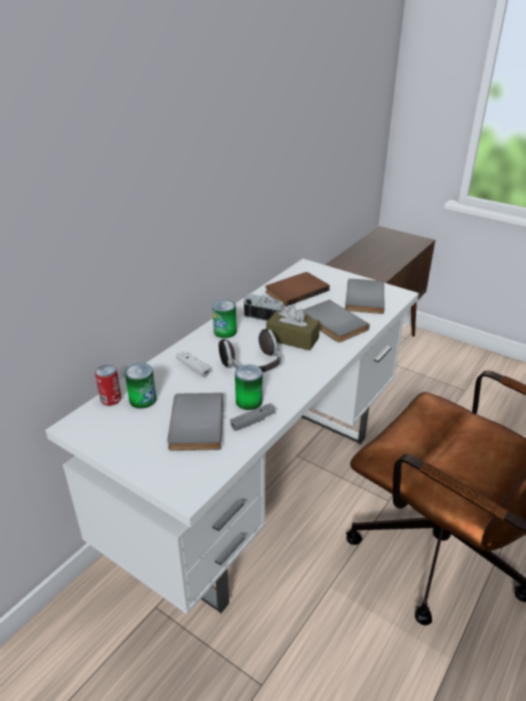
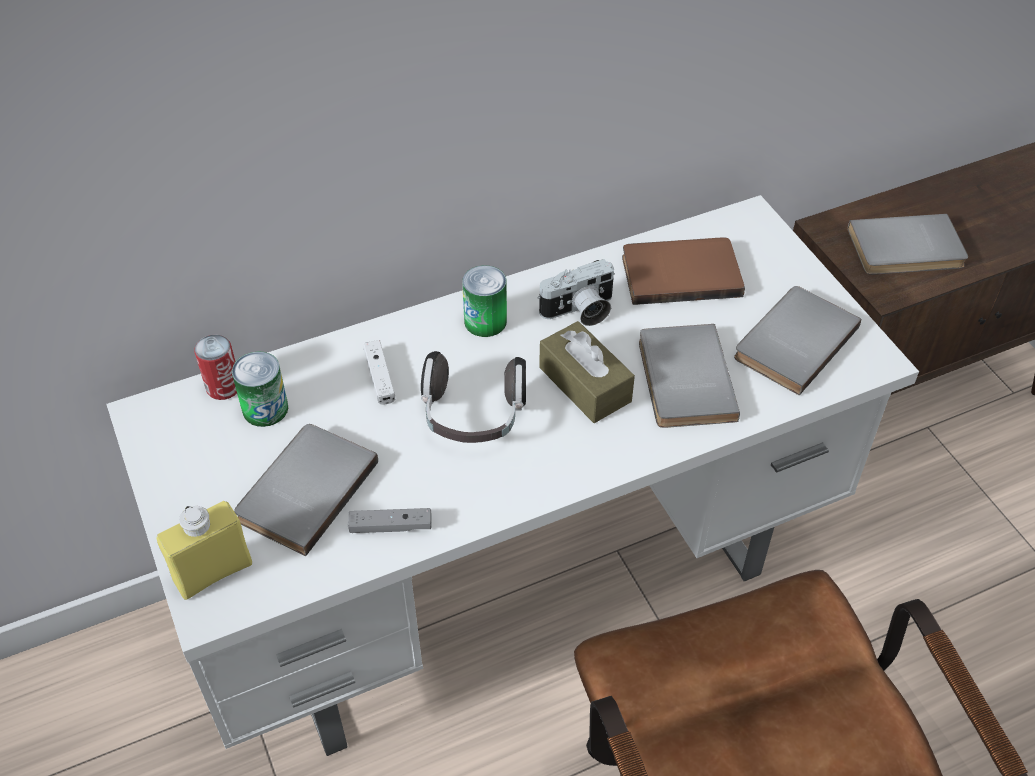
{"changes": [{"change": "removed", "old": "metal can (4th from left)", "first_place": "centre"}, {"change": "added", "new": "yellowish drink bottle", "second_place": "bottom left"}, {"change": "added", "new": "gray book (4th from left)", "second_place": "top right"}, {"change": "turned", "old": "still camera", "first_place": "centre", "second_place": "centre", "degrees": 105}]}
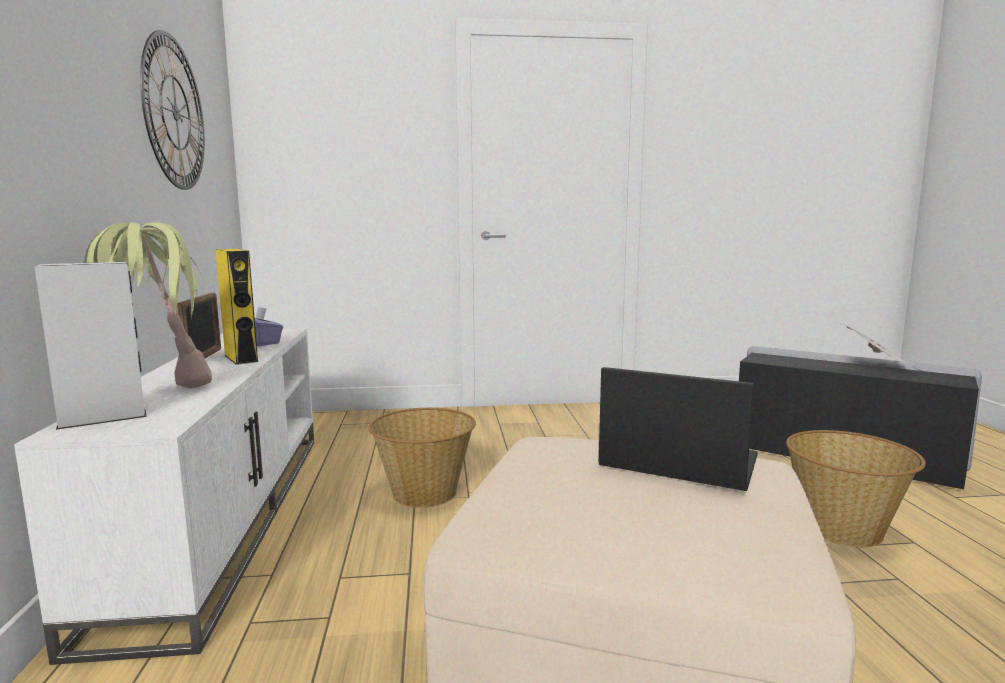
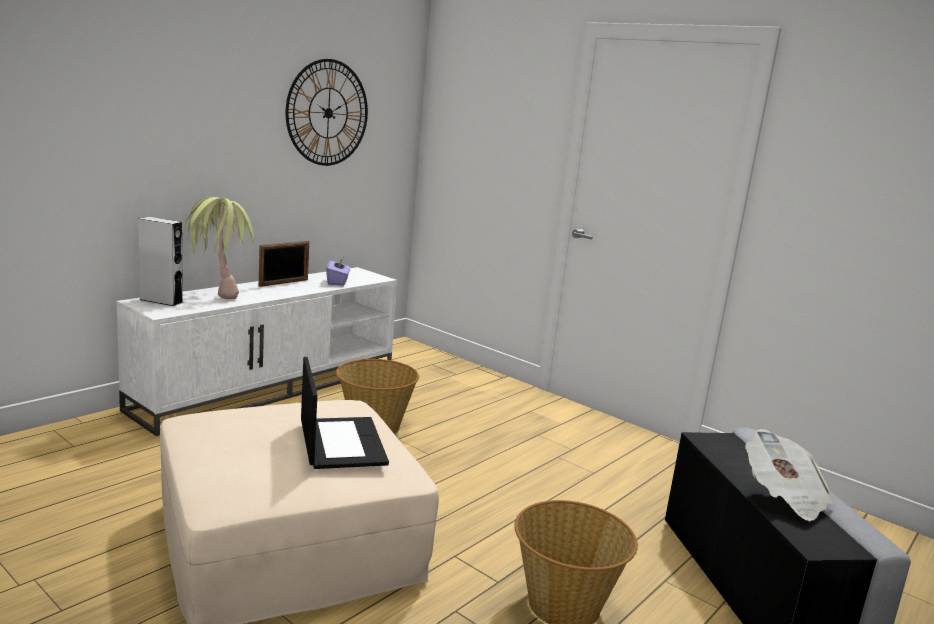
{"changes": [{"change": "removed", "old": "yellowish loudspeaker", "first_place": "middle left"}]}
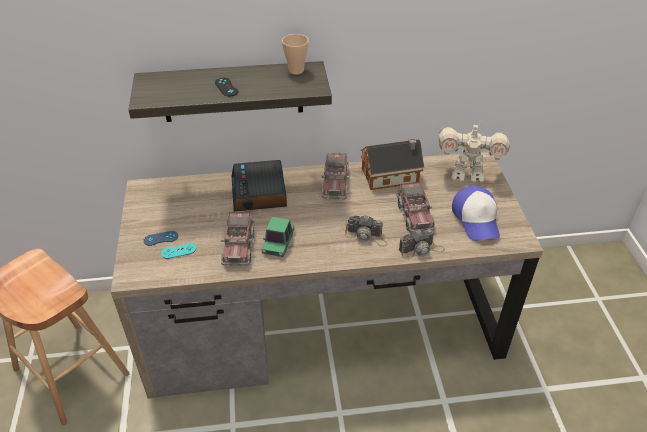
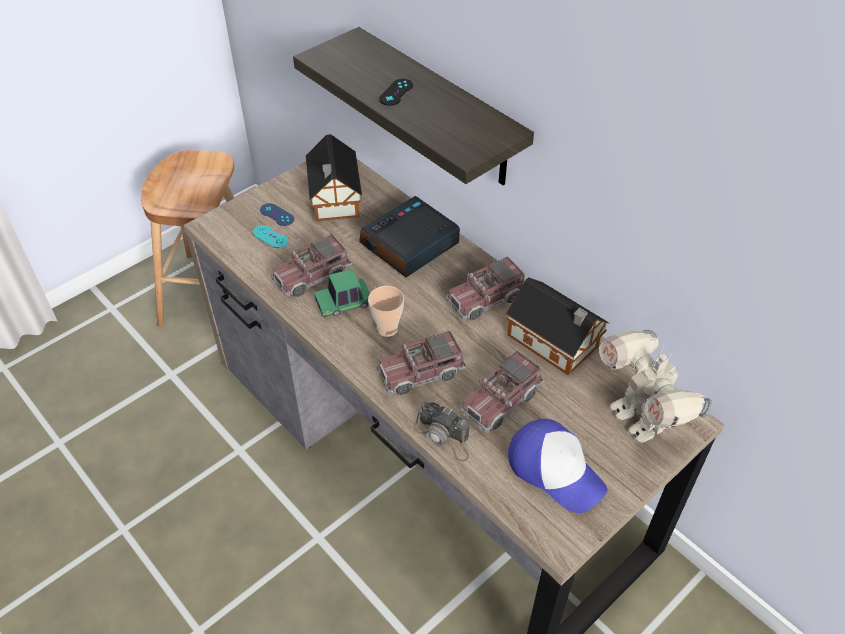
{"changes": [{"change": "added", "new": "toy house (1st from left)", "second_place": "top centre"}, {"change": "moved", "old": "drinking cup", "first_place": "top centre", "second_place": "centre"}, {"change": "replaced", "old": "still camera (1st from left)", "new": "toy truck (2nd from left)", "first_place": "centre", "second_place": "centre"}, {"change": "turned", "old": "peaked cap", "first_place": "middle right", "second_place": "bottom centre", "degrees": -90}]}
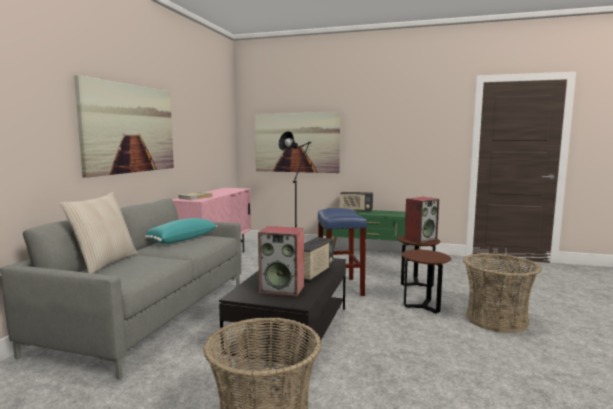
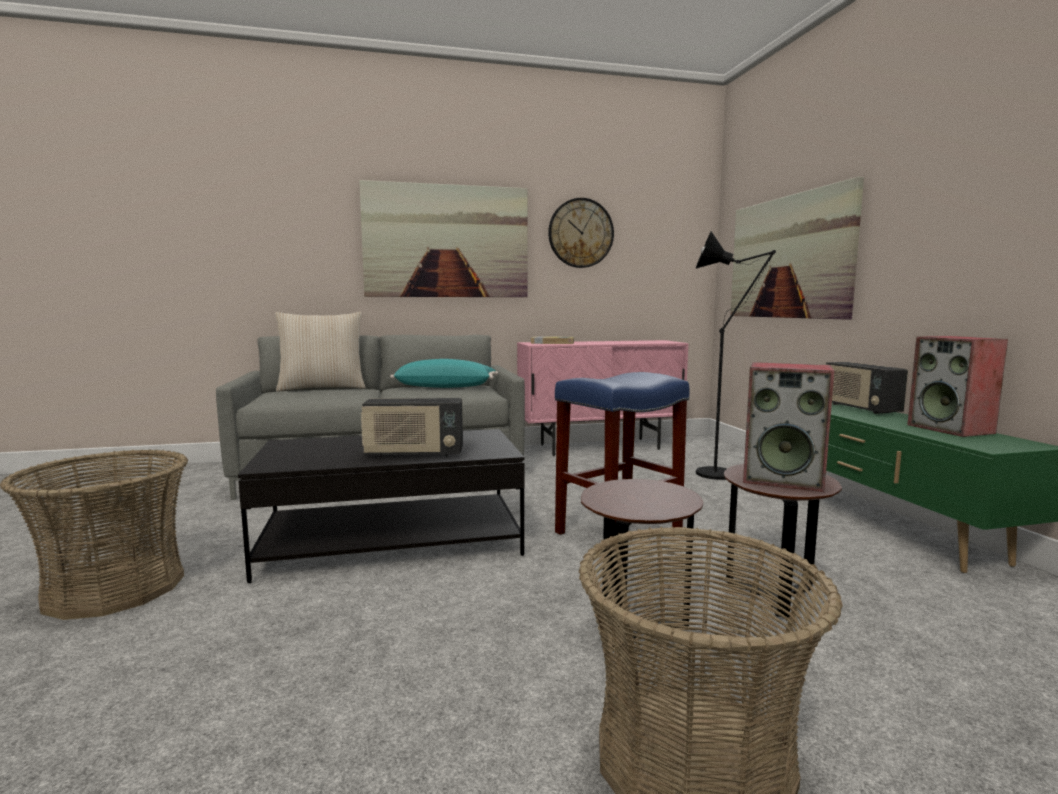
{"changes": [{"change": "added", "new": "hanging clock", "second_place": "top centre"}, {"change": "moved", "old": "loudspeaker (1st from left in the first image)", "new": "loudspeaker (2nd from left)", "first_place": "centre", "second_place": "middle right"}]}
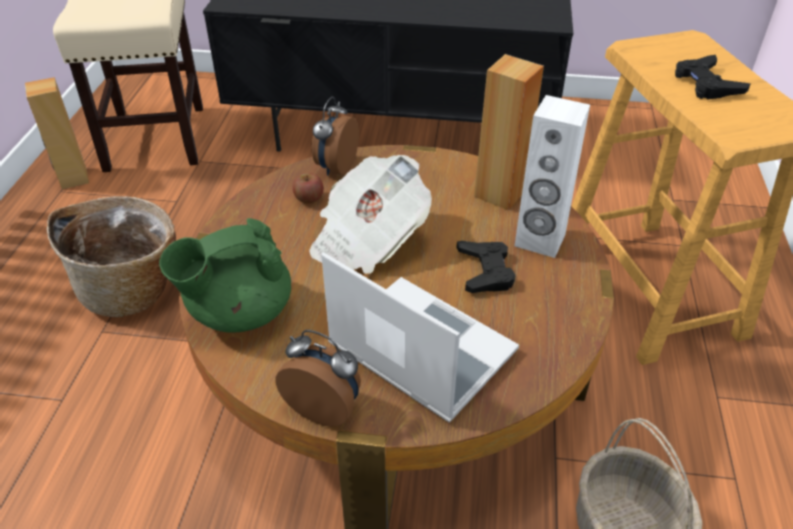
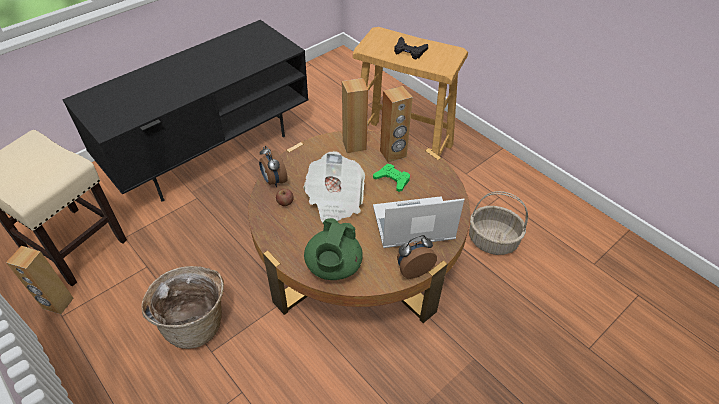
{"changes": [{"change": "recoloured", "old": "black-coloured gamepad (1st from left)", "new": "greenish gamepad", "first_place": "centre", "second_place": "centre"}, {"change": "recoloured", "old": "white loudspeaker", "new": "brown loudspeaker (3rd from left)", "first_place": "top right", "second_place": "top centre"}]}
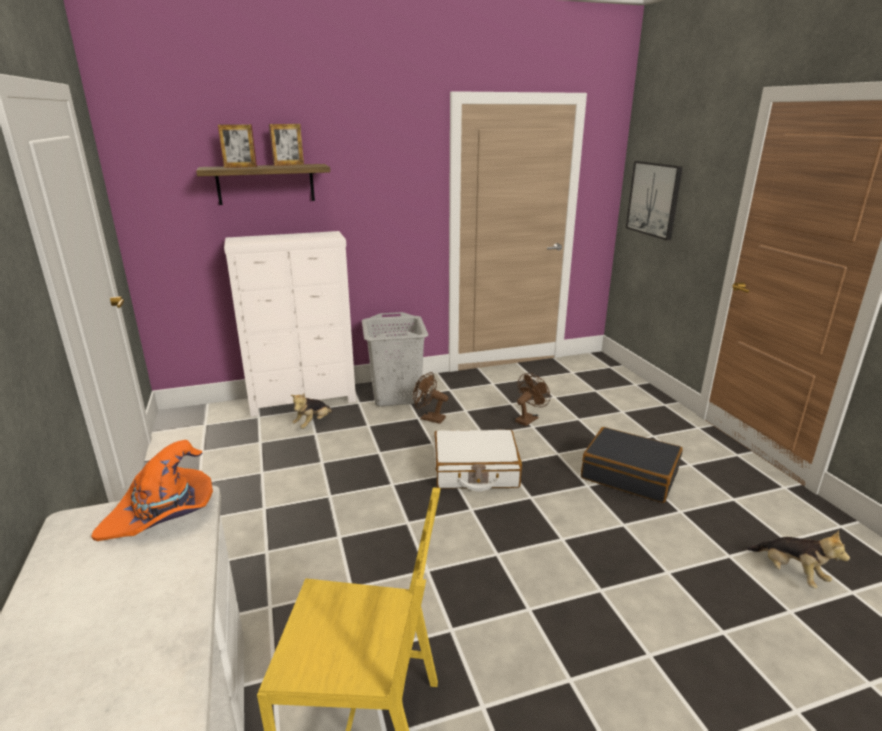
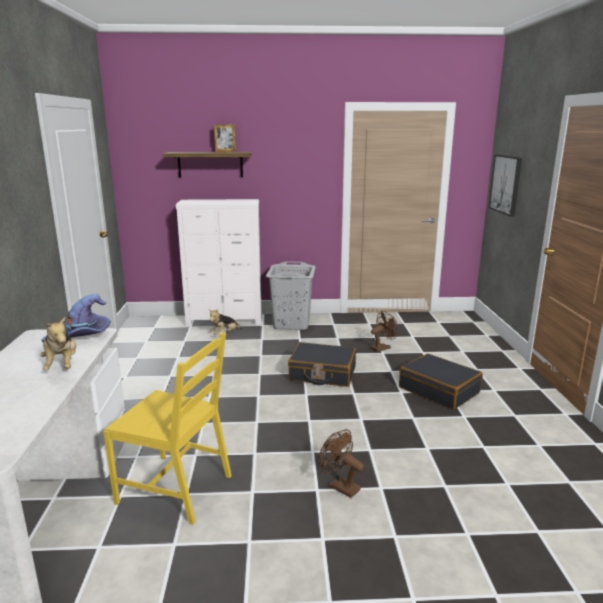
{"changes": [{"change": "removed", "old": "photo frame (1st from left)", "first_place": "top left"}, {"change": "moved", "old": "brown fan (1st from left)", "first_place": "centre", "second_place": "bottom centre"}, {"change": "moved", "old": "plush toy (2nd from left in the first image)", "new": "plush toy (1st from left)", "first_place": "bottom right", "second_place": "middle left"}, {"change": "recoloured", "old": "orange-coloured hat", "new": "purple-coloured hat", "first_place": "bottom left", "second_place": "middle left"}, {"change": "recoloured", "old": "white piece of luggage", "new": "black-coloured piece of luggage (1st from left)", "first_place": "centre", "second_place": "centre"}]}
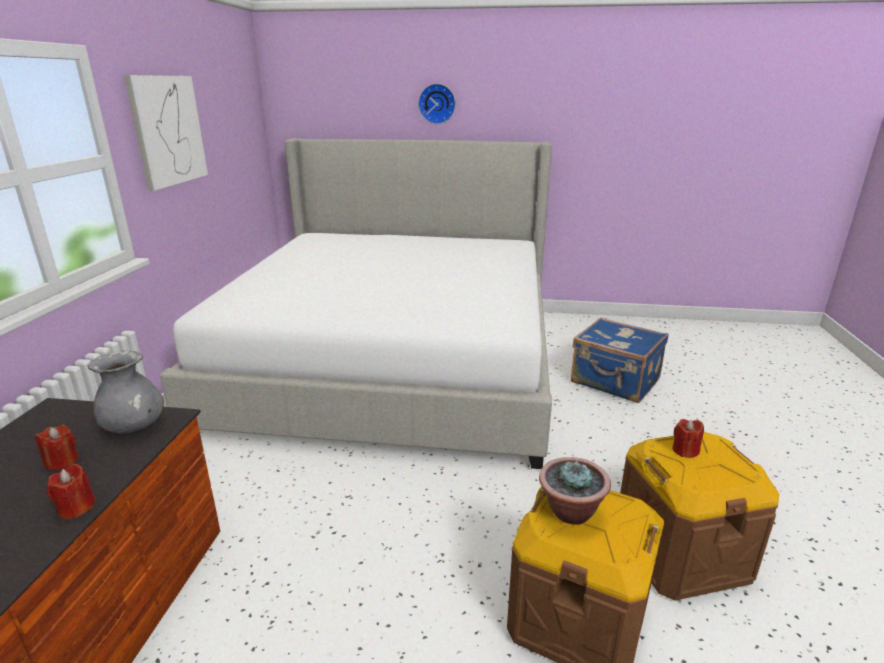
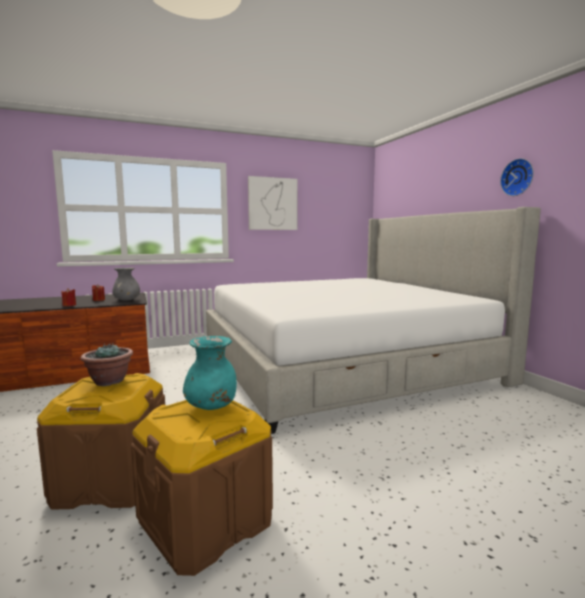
{"changes": [{"change": "removed", "old": "bluish piece of luggage", "first_place": "middle right"}, {"change": "moved", "old": "hanging clock", "first_place": "top centre", "second_place": "top right"}, {"change": "replaced", "old": "red candle (3rd from left)", "new": "turquoise flower vase", "first_place": "middle right", "second_place": "centre"}]}
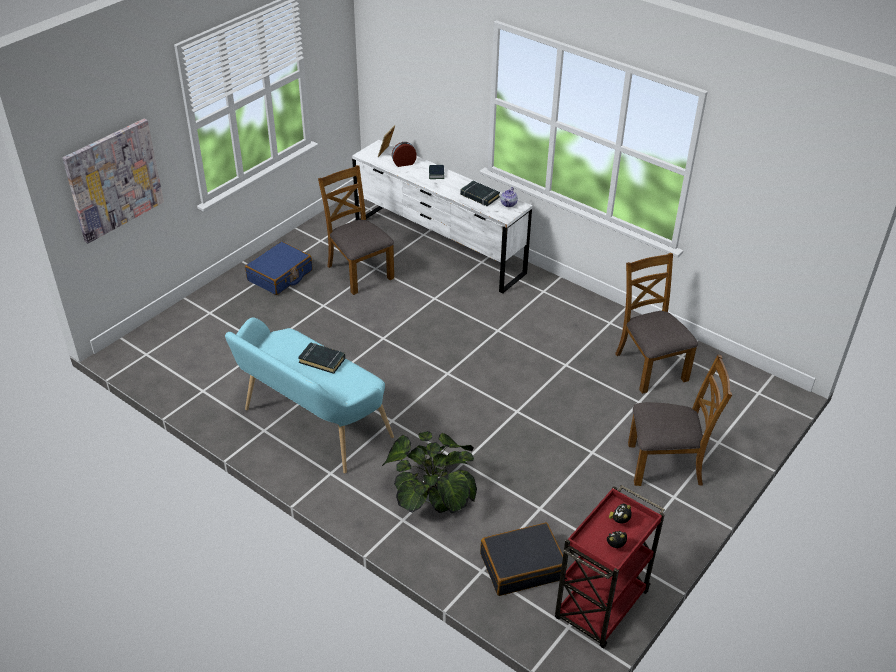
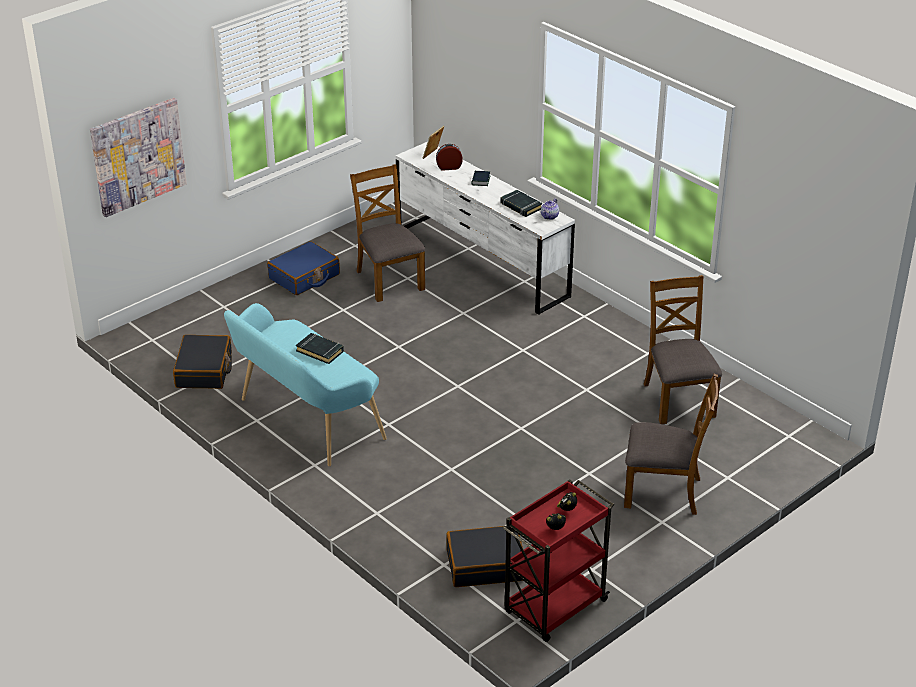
{"changes": [{"change": "removed", "old": "houseplant", "first_place": "bottom centre"}, {"change": "added", "new": "black-coloured piece of luggage (1st from left)", "second_place": "middle left"}]}
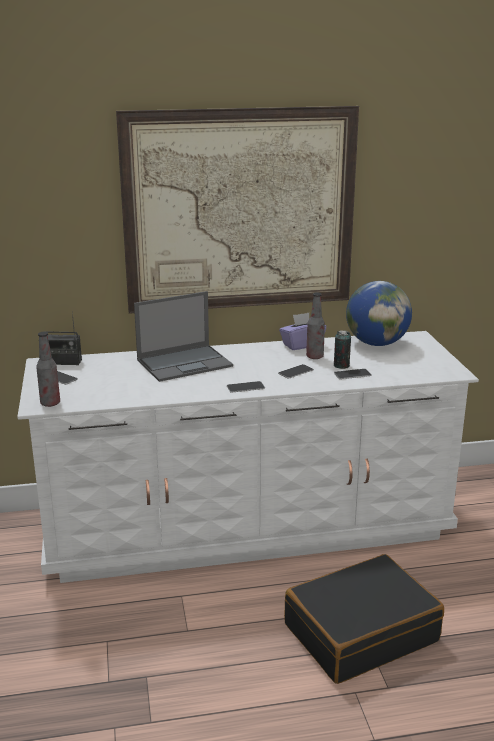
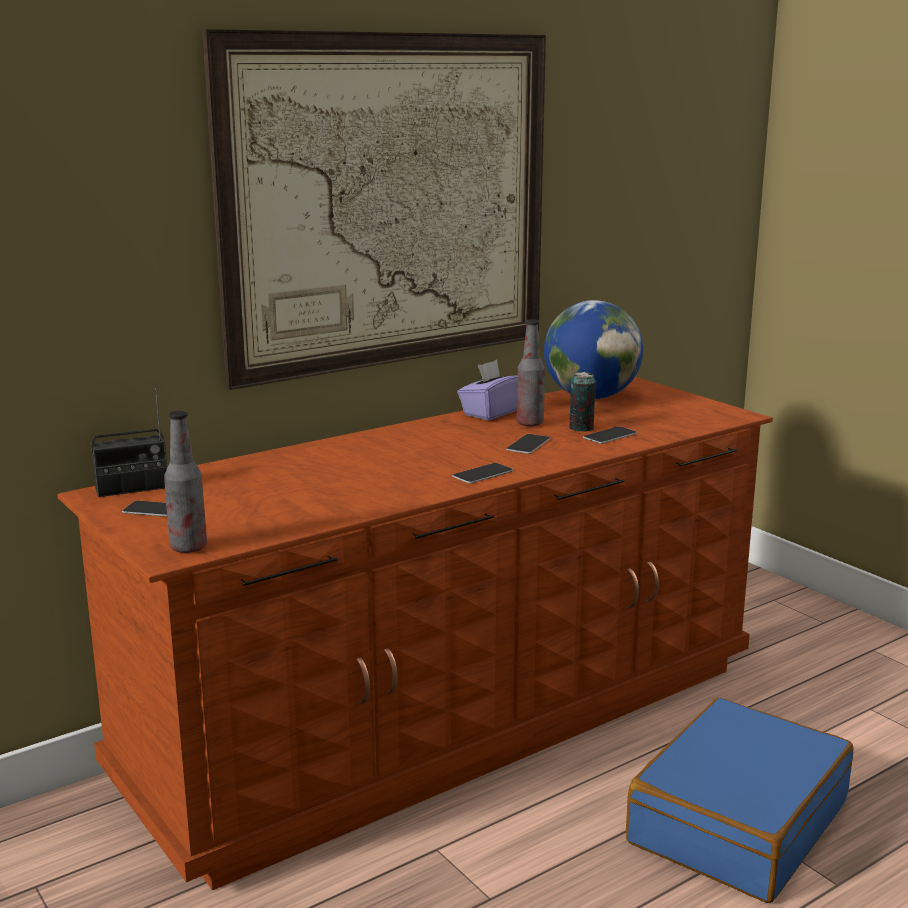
{"changes": [{"change": "removed", "old": "notebook computer", "first_place": "centre"}, {"change": "recoloured", "old": "white drawer chest", "new": "brown drawer chest", "first_place": "centre", "second_place": "bottom centre"}, {"change": "recoloured", "old": "black-coloured piece of luggage", "new": "bluish piece of luggage", "first_place": "bottom right", "second_place": "bottom right"}]}
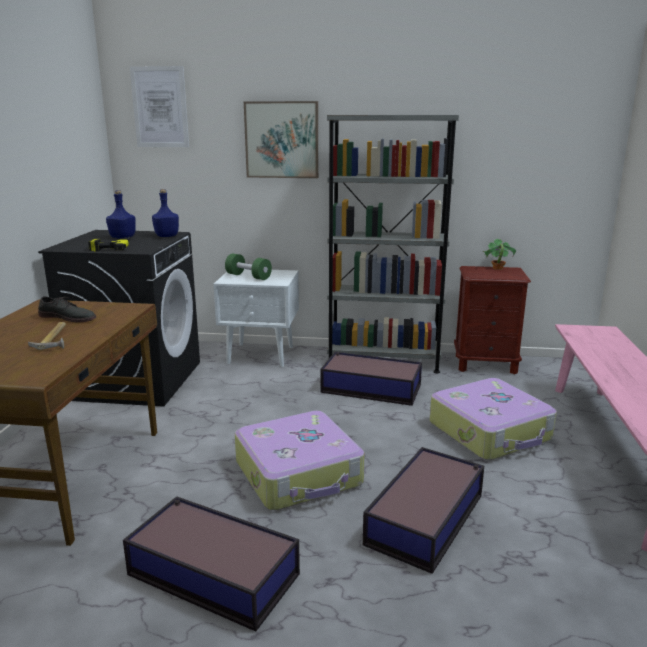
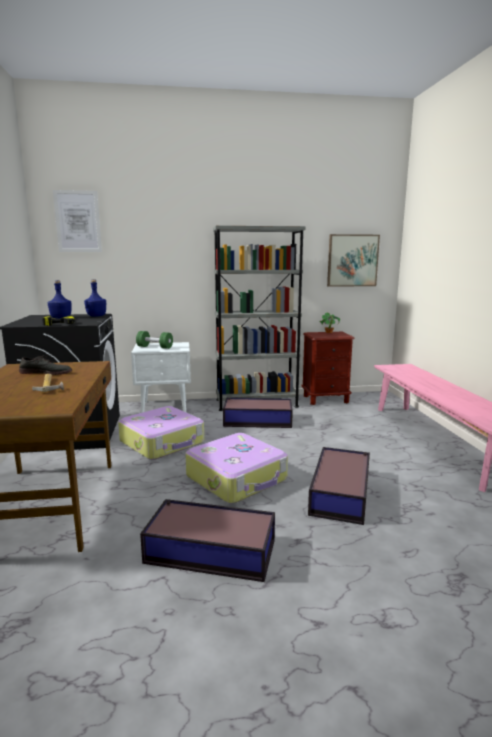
{"changes": [{"change": "moved", "old": "wall picture (2nd from left)", "first_place": "top centre", "second_place": "middle right"}, {"change": "moved", "old": "piece of luggage (2nd from left in the first image)", "new": "piece of luggage (1st from left)", "first_place": "middle right", "second_place": "middle left"}]}
